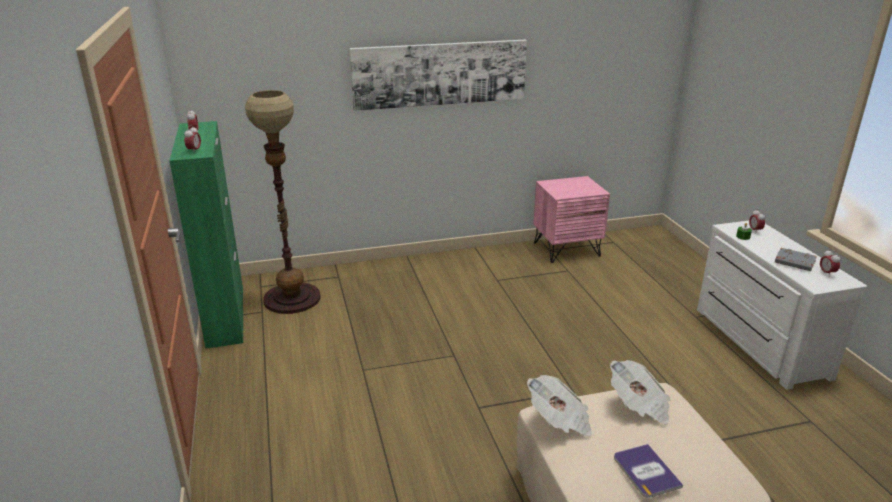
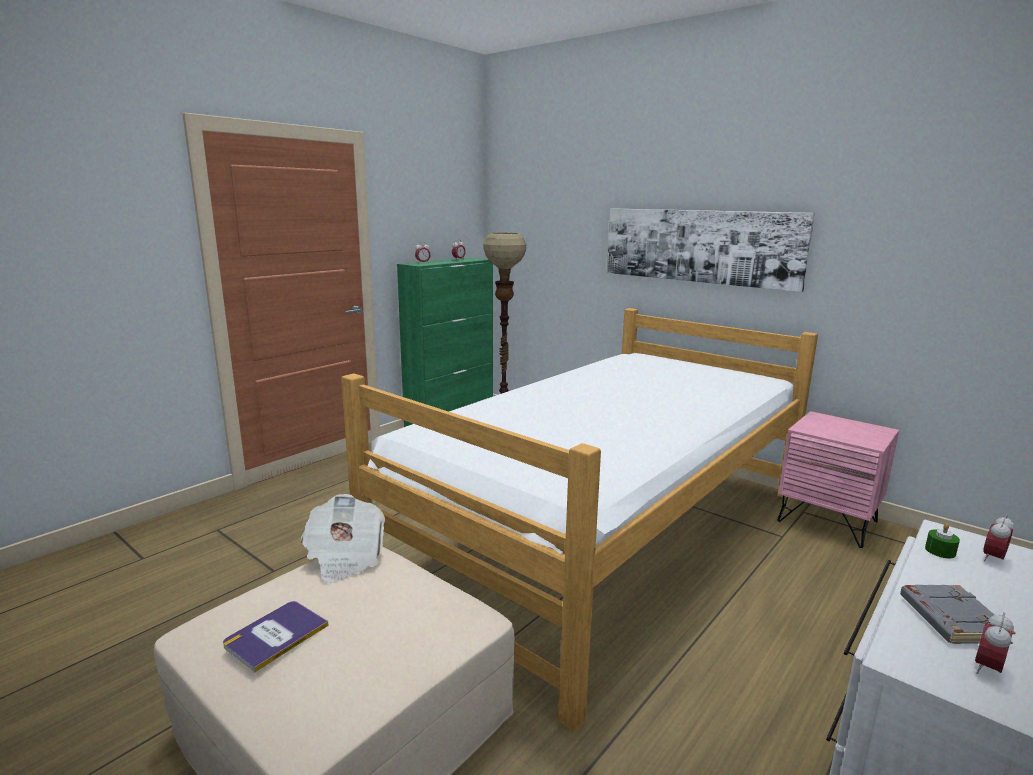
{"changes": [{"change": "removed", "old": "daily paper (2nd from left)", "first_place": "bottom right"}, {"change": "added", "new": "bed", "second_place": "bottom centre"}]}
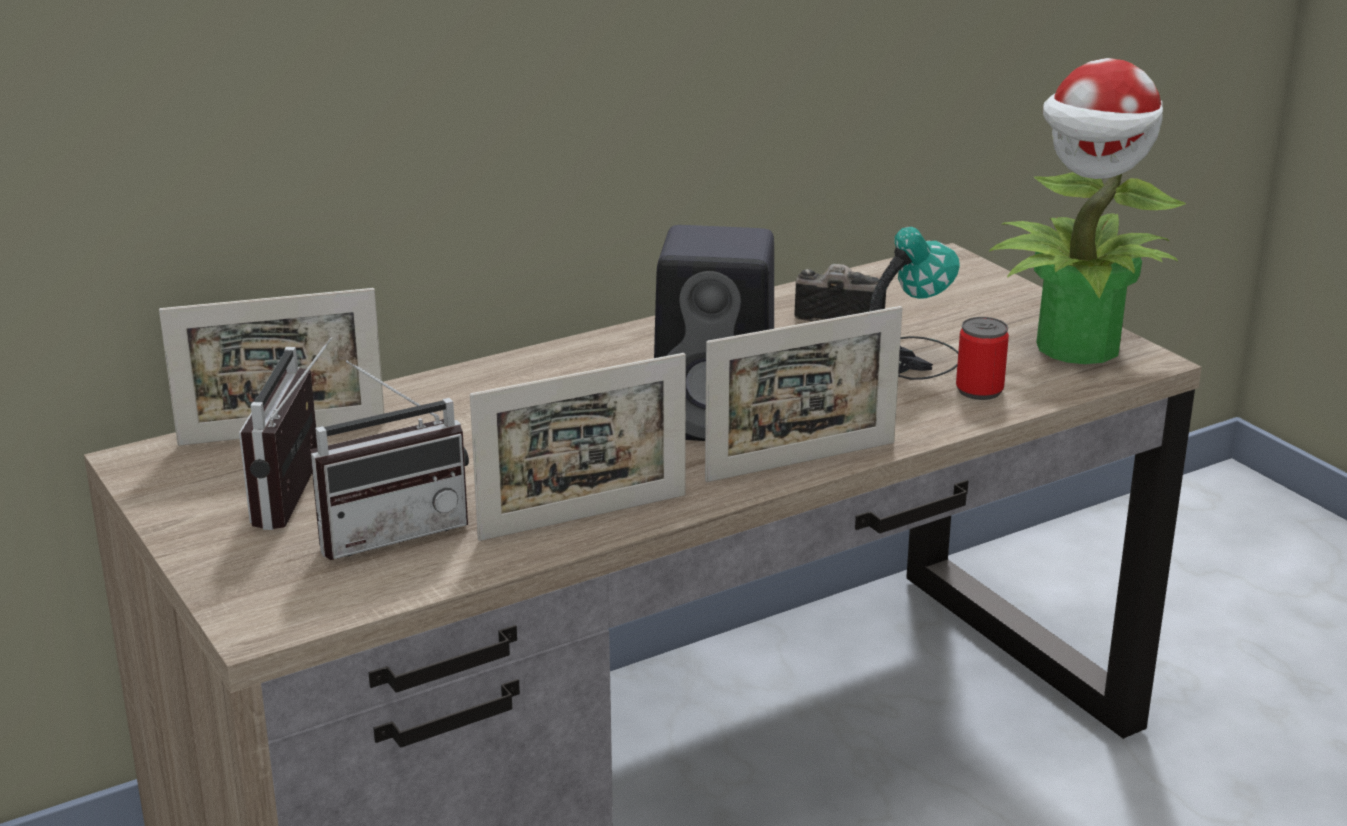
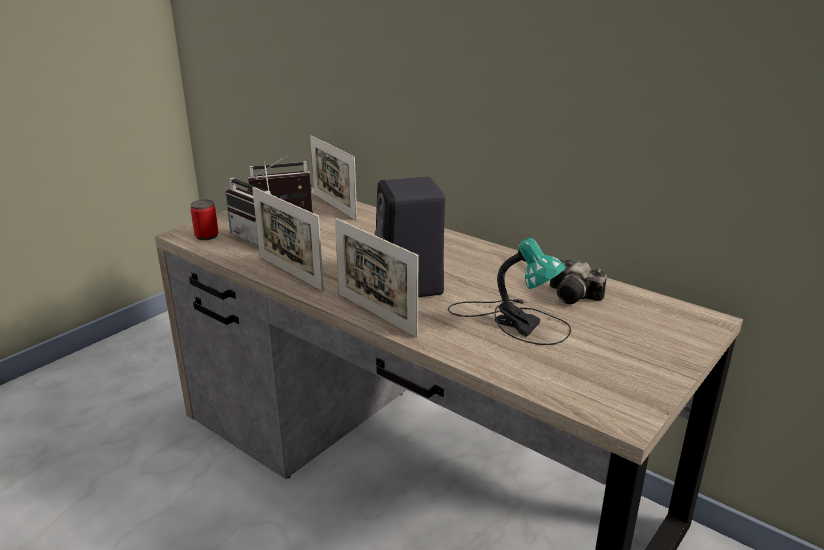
{"changes": [{"change": "removed", "old": "houseplant", "first_place": "top right"}, {"change": "moved", "old": "metal can", "first_place": "middle right", "second_place": "middle left"}, {"change": "turned", "old": "still camera", "first_place": "centre", "second_place": "middle right", "degrees": 135}]}
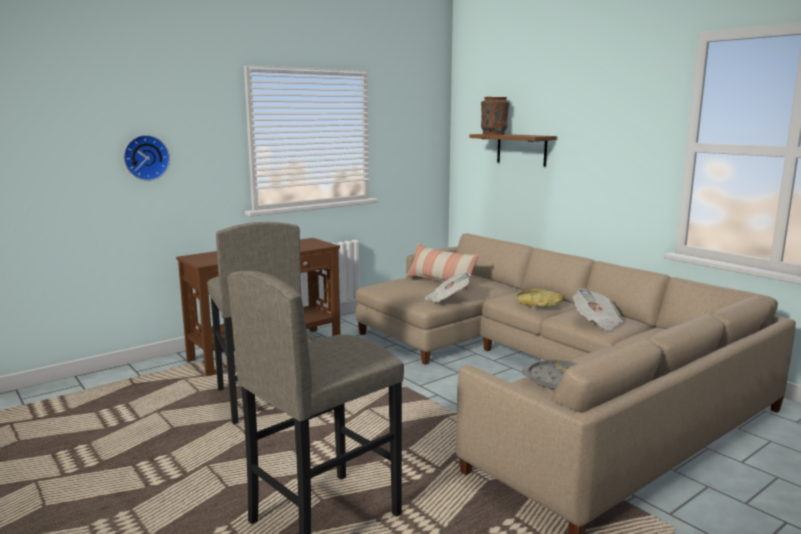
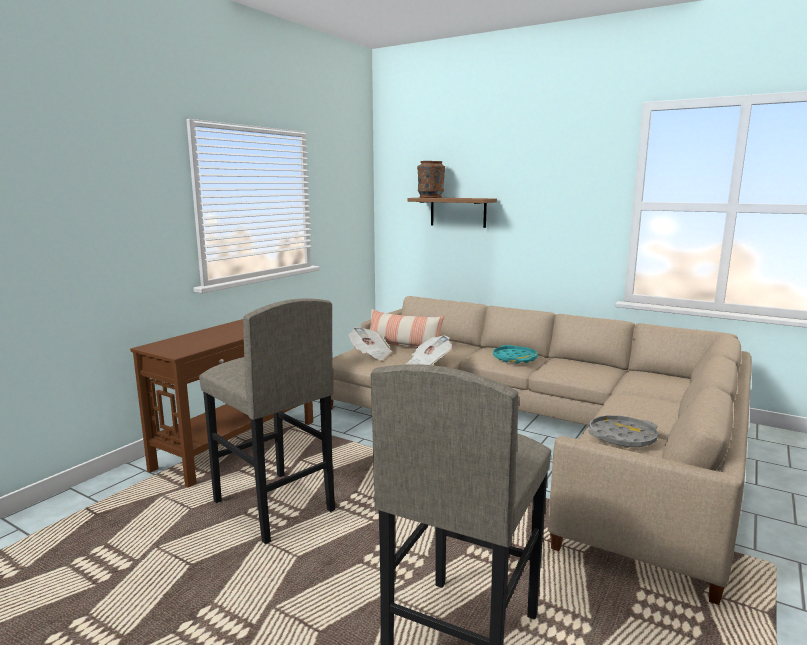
{"changes": [{"change": "removed", "old": "hanging clock", "first_place": "top left"}, {"change": "moved", "old": "daily paper (2nd from left in the first image)", "new": "daily paper (1st from left)", "first_place": "middle right", "second_place": "centre"}, {"change": "recoloured", "old": "yellowish tray", "new": "turquoise tray", "first_place": "middle right", "second_place": "centre"}]}
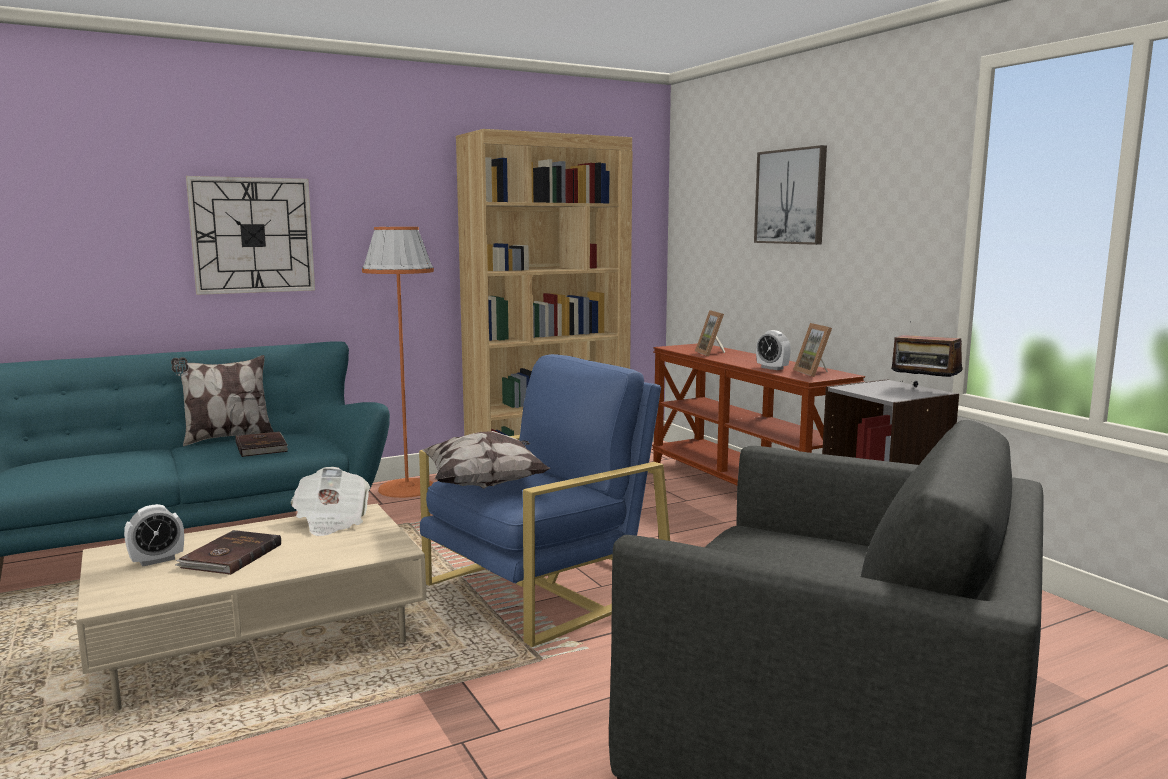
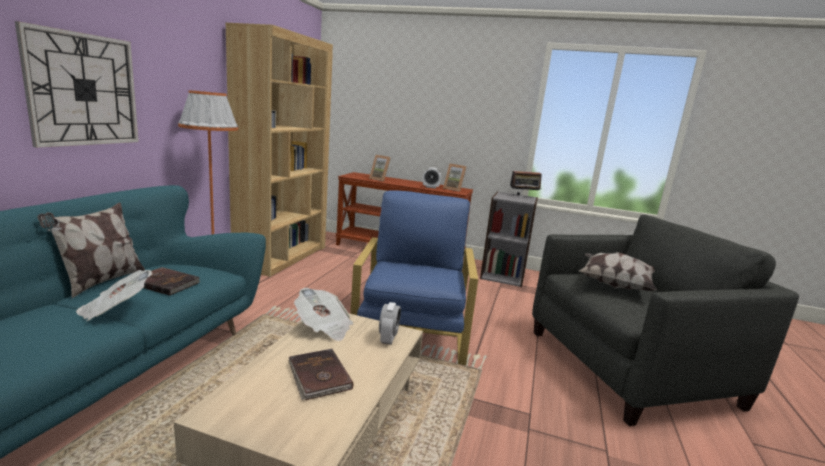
{"changes": [{"change": "removed", "old": "wall picture", "first_place": "top right"}, {"change": "added", "new": "daily paper (1st from left)", "second_place": "middle left"}, {"change": "moved", "old": "bedside clock (1st from left)", "first_place": "bottom left", "second_place": "bottom centre"}, {"change": "moved", "old": "throw pillow (2nd from left)", "first_place": "centre", "second_place": "middle right"}]}
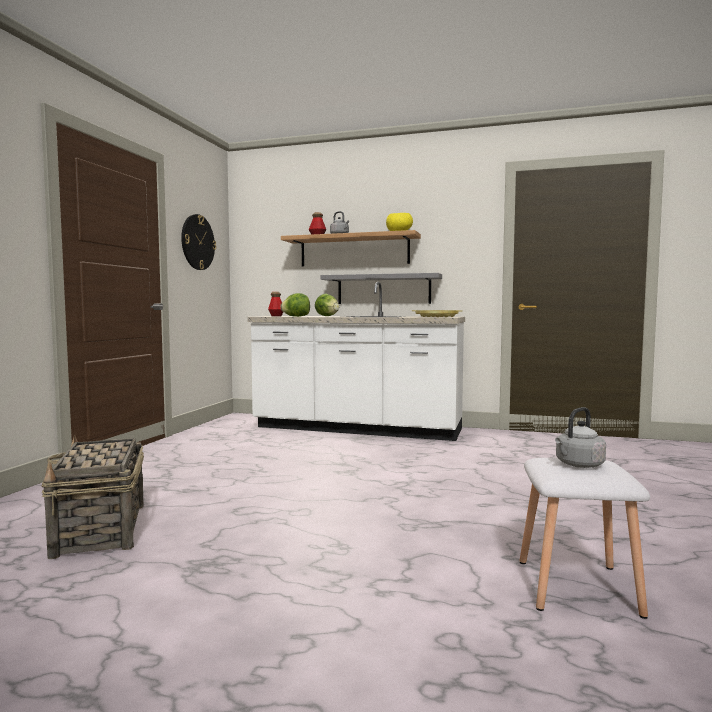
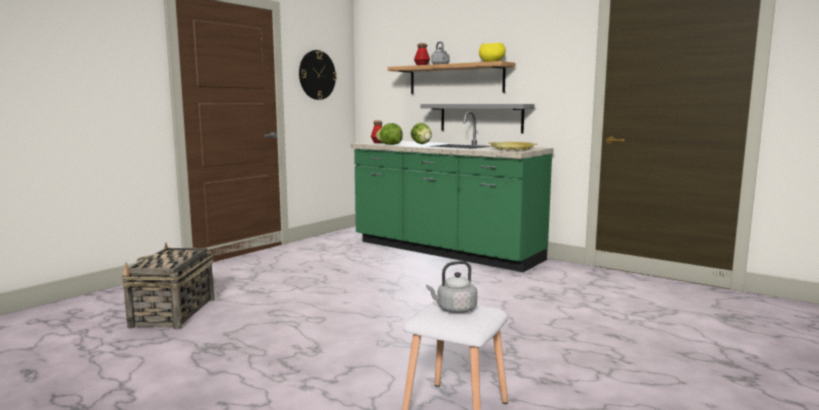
{"changes": [{"change": "recoloured", "old": "white kitchen counter", "new": "greenish kitchen counter", "first_place": "centre", "second_place": "centre"}]}
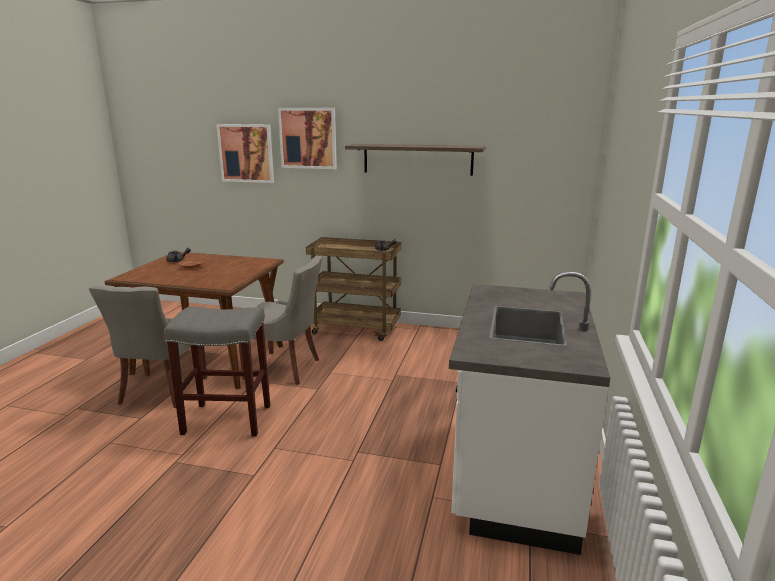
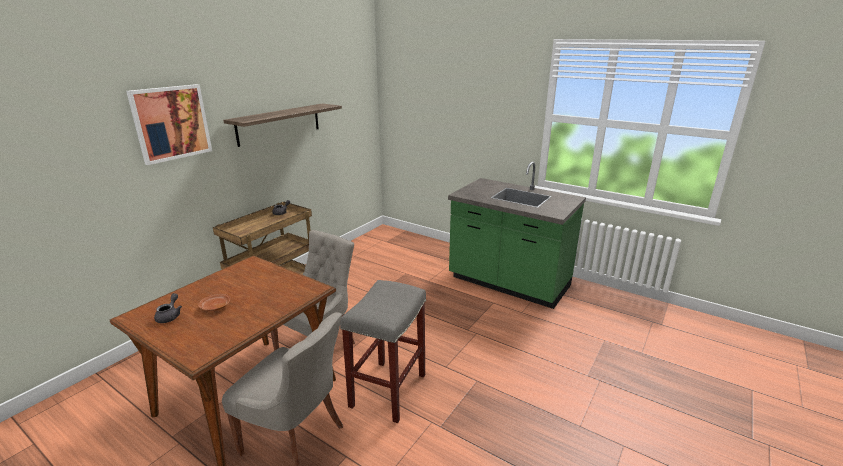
{"changes": [{"change": "removed", "old": "wall picture (1st from left)", "first_place": "top left"}, {"change": "recoloured", "old": "white kitchen counter", "new": "greenish kitchen counter", "first_place": "bottom right", "second_place": "centre"}]}
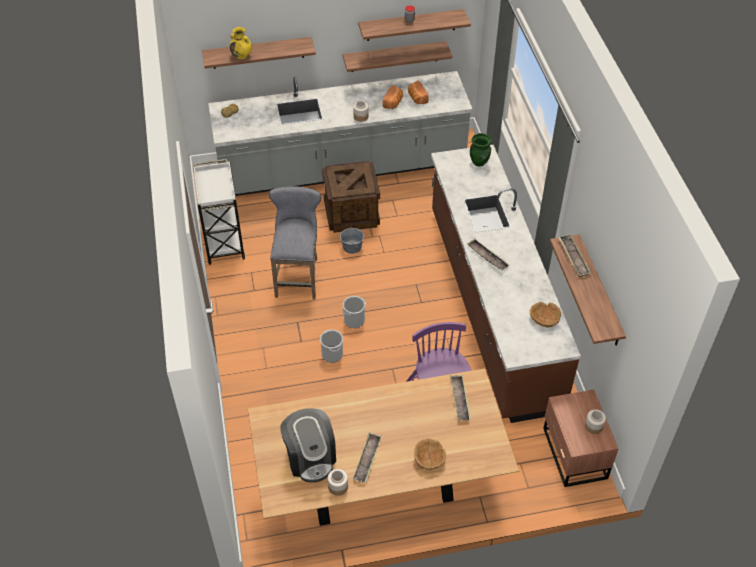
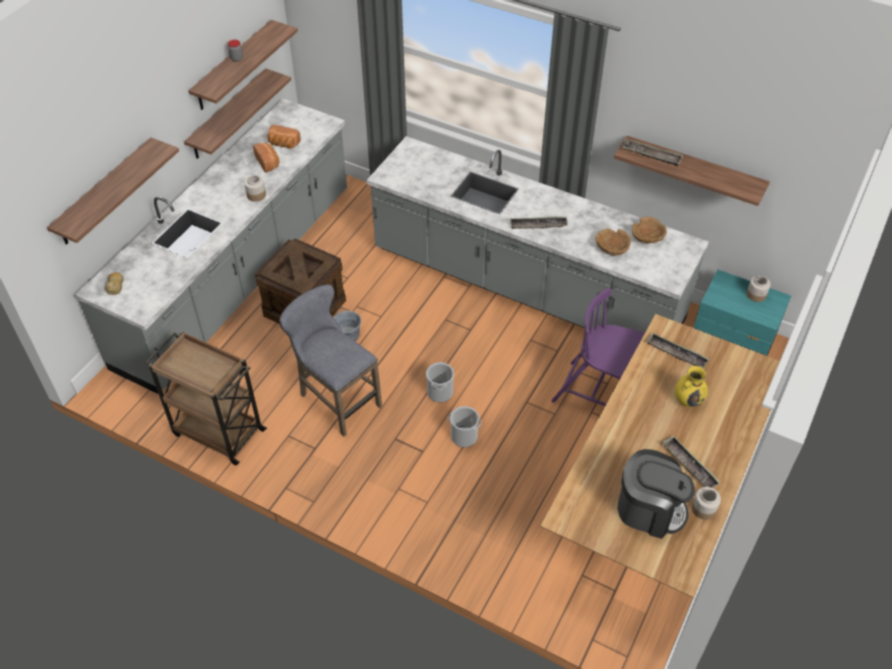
{"changes": [{"change": "removed", "old": "greenish flower vase", "first_place": "top centre"}, {"change": "moved", "old": "yellowish flower vase", "first_place": "top left", "second_place": "middle right"}, {"change": "moved", "old": "brown deep dish (1st from left)", "first_place": "bottom centre", "second_place": "middle right"}, {"change": "recoloured", "old": "white trolley", "new": "brown trolley", "first_place": "middle left", "second_place": "middle left"}, {"change": "recoloured", "old": "brown kitchen counter", "new": "gray kitchen counter (2nd from left)", "first_place": "middle right", "second_place": "centre"}, {"change": "recoloured", "old": "brown night table", "new": "turquoise night table", "first_place": "bottom right", "second_place": "middle right"}]}
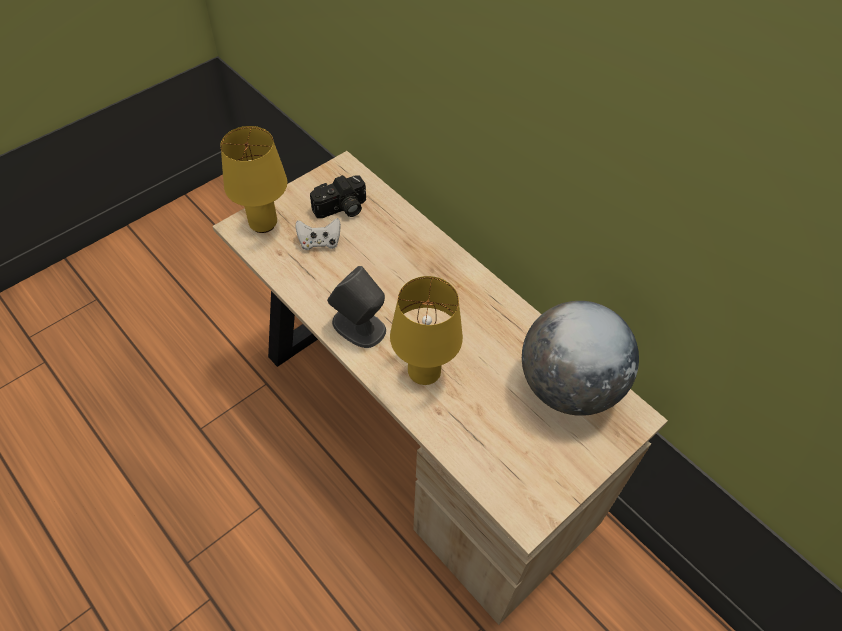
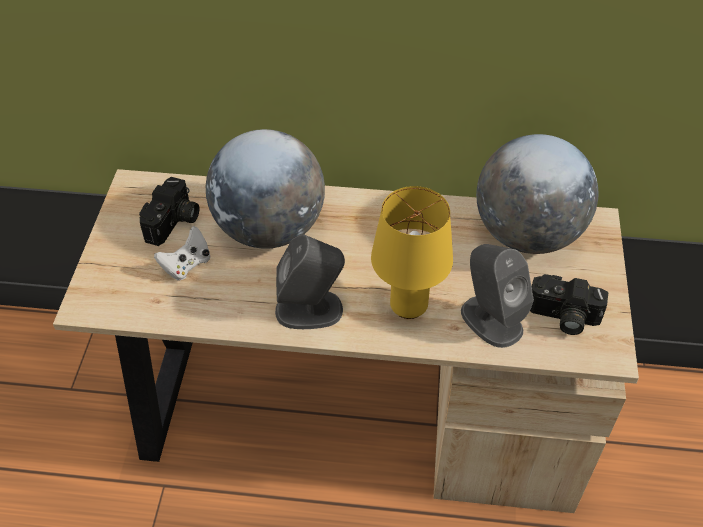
{"changes": [{"change": "removed", "old": "yellowish tabletop lamp (1st from left)", "first_place": "top left"}, {"change": "added", "new": "world globe (1st from left)", "second_place": "centre"}, {"change": "added", "new": "gray loudspeaker (2nd from left)", "second_place": "middle right"}, {"change": "added", "new": "still camera (2nd from left)", "second_place": "middle right"}]}
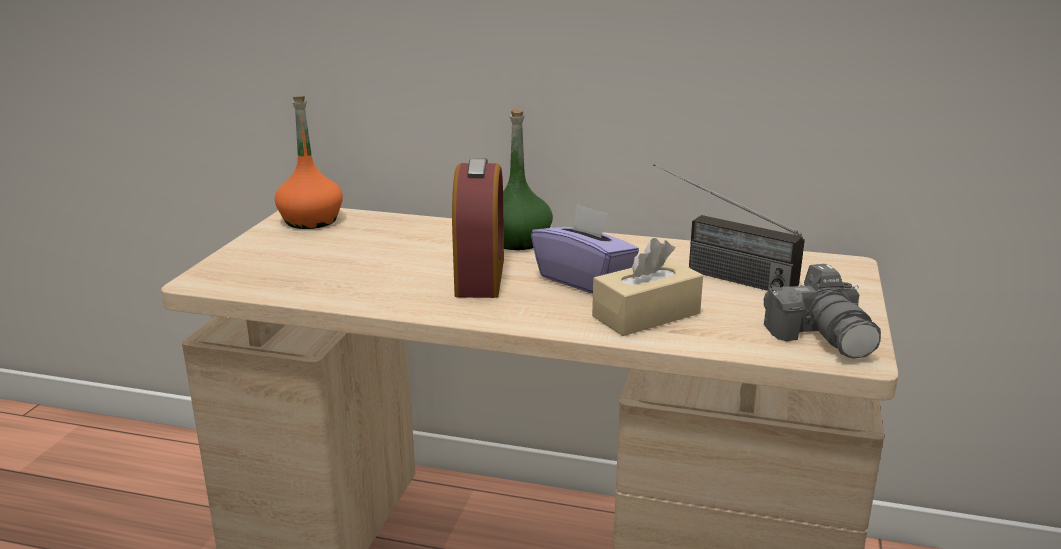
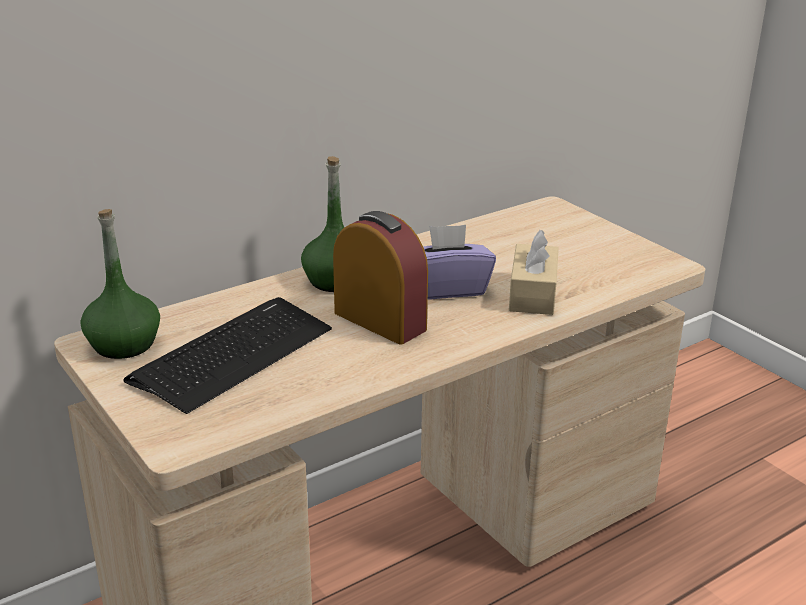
{"changes": [{"change": "removed", "old": "radio set", "first_place": "middle right"}, {"change": "removed", "old": "still camera", "first_place": "middle right"}, {"change": "added", "new": "computer keyboard", "second_place": "middle left"}, {"change": "recoloured", "old": "orange-coloured drink bottle", "new": "greenish drink bottle (1st from left)", "first_place": "top left", "second_place": "middle left"}]}
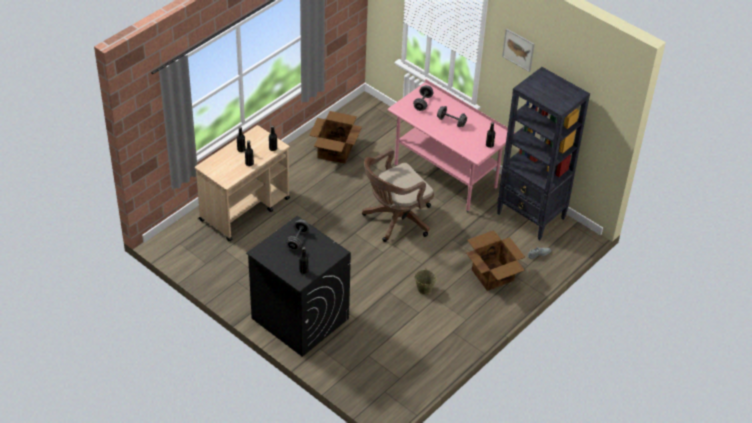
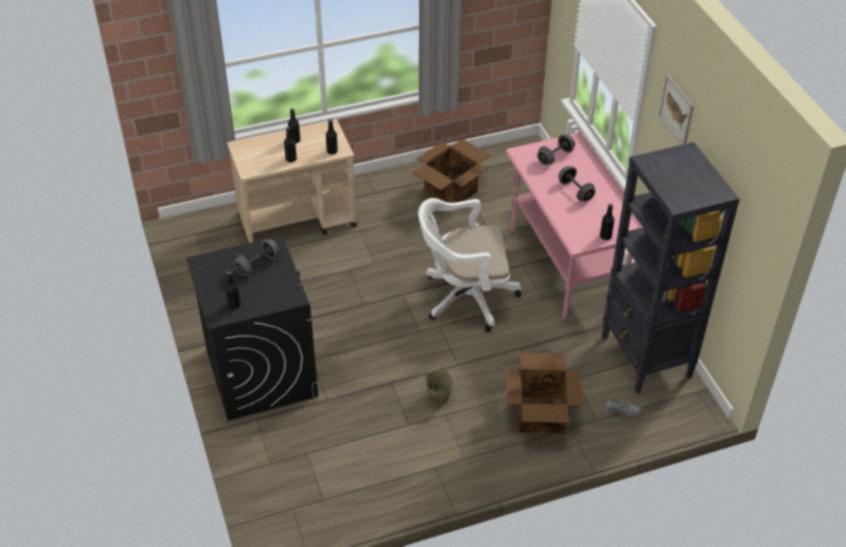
{"changes": [{"change": "recoloured", "old": "brown desk chair", "new": "white desk chair", "first_place": "centre", "second_place": "centre"}]}
